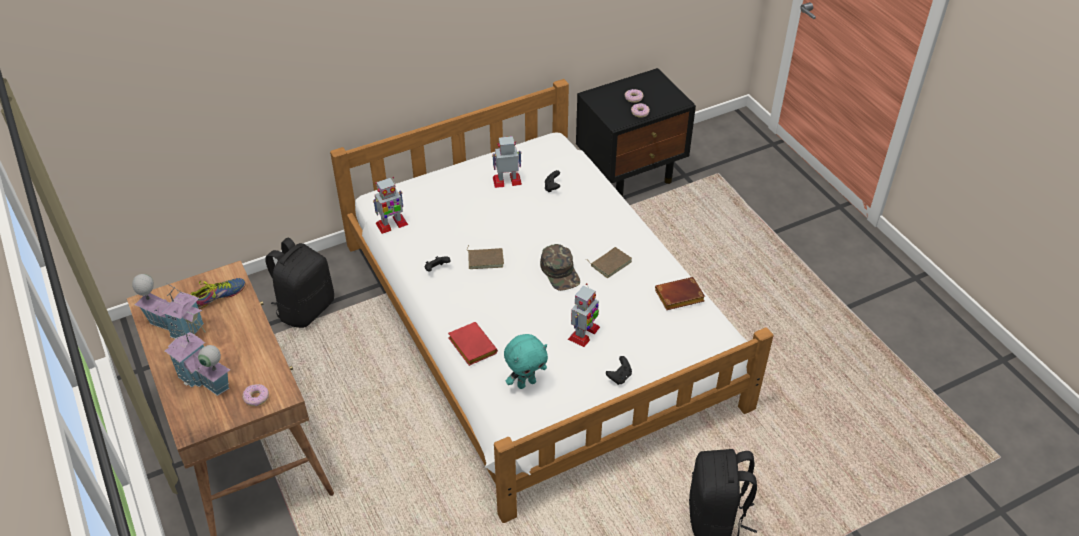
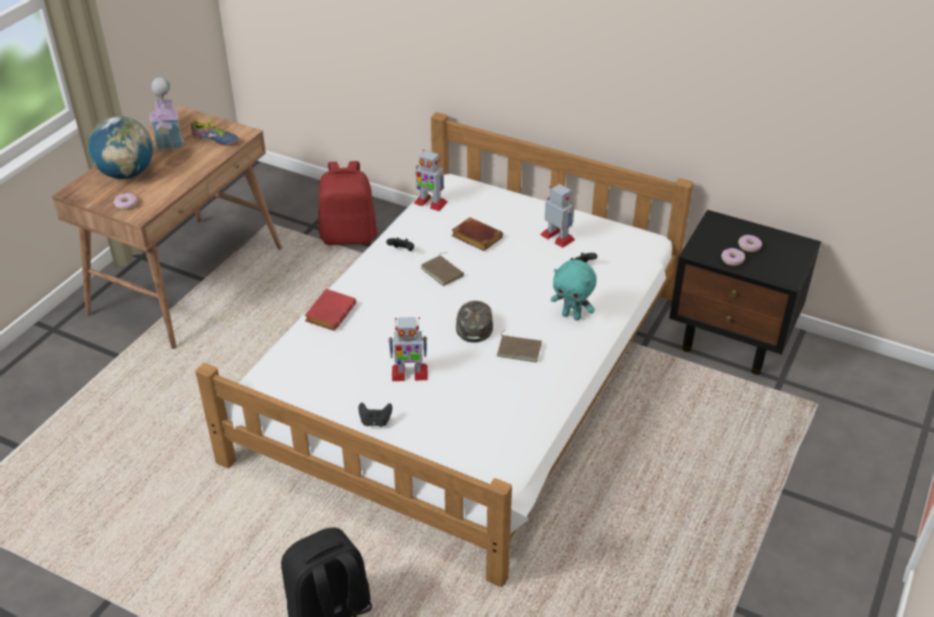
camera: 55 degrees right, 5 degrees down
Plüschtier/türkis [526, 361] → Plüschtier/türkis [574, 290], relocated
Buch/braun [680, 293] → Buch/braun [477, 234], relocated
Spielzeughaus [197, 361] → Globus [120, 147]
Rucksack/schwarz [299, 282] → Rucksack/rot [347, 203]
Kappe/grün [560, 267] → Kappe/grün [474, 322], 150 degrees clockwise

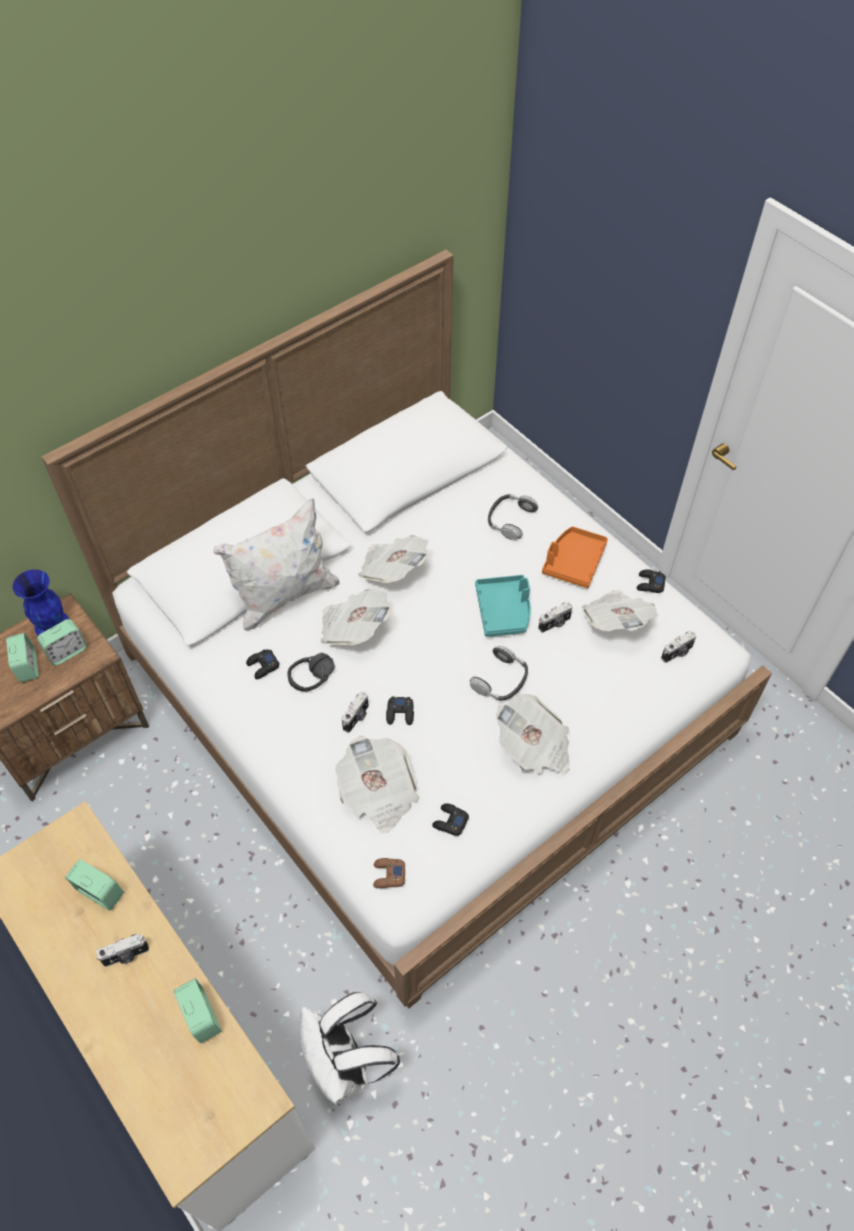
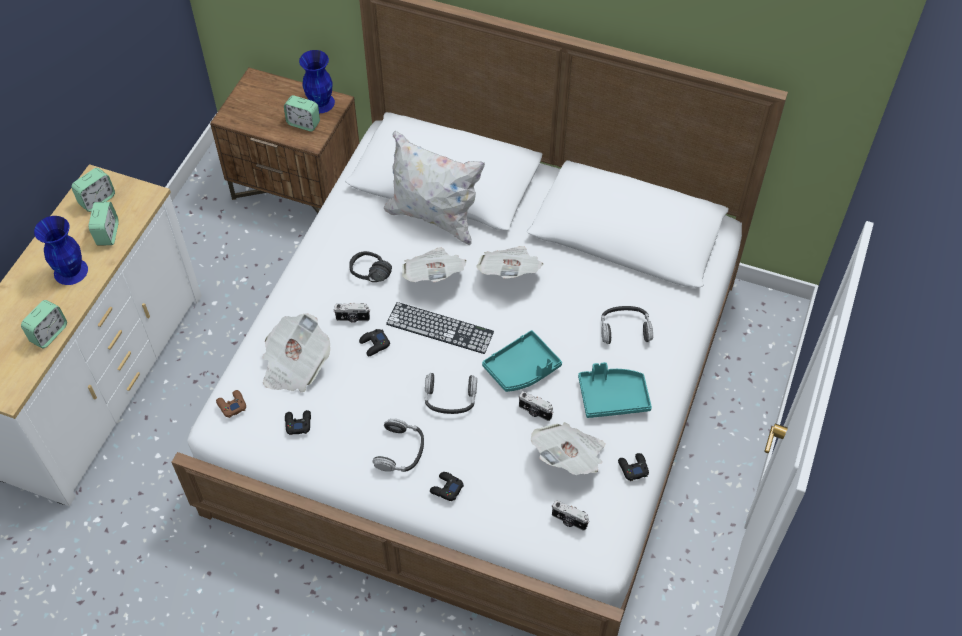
camera: 60 degrees right, 0 degrees up
Rucksack/weiß [350, 1049] → -
- → Tastatur [440, 328]
Wecker [22, 657] → Wecker [93, 190], relocated
Gamepad/schwarz [263, 664] → Gamepad/schwarz [447, 486], relocated
Kamera [122, 950] → Vase/blau [61, 250]
Zeitung [533, 733] → Kopfhörer [398, 445]
Tablett/orange [575, 557] → Tablett/türkis [615, 390]

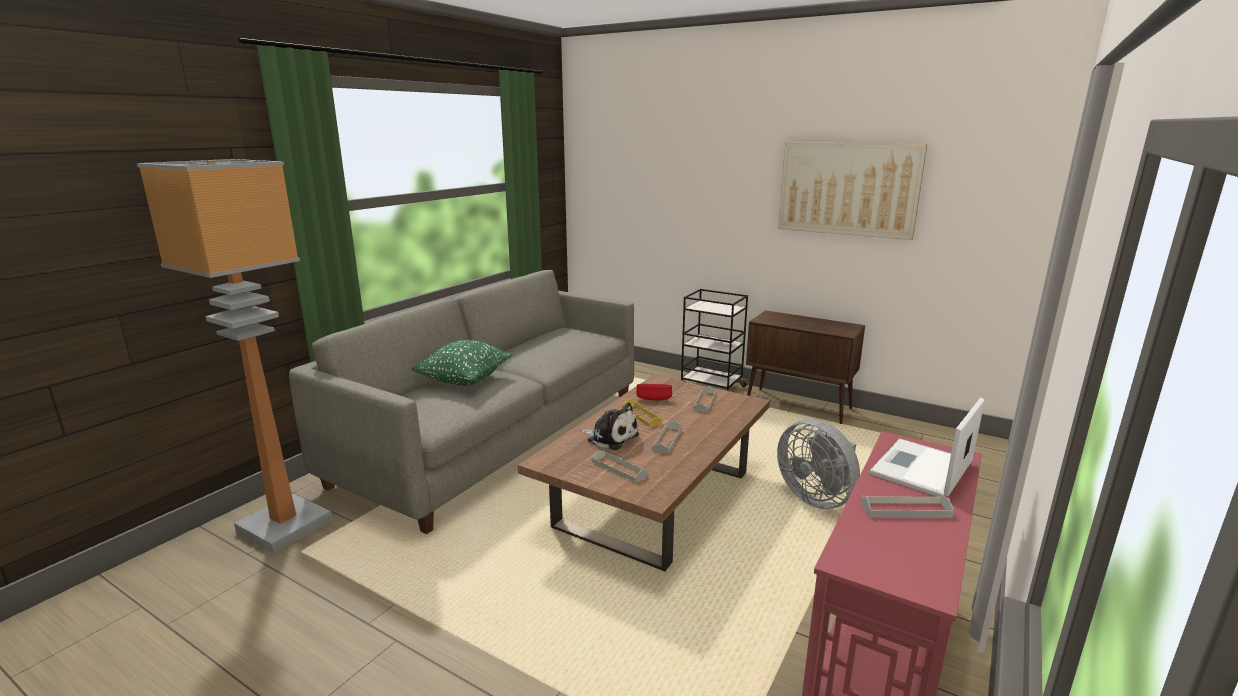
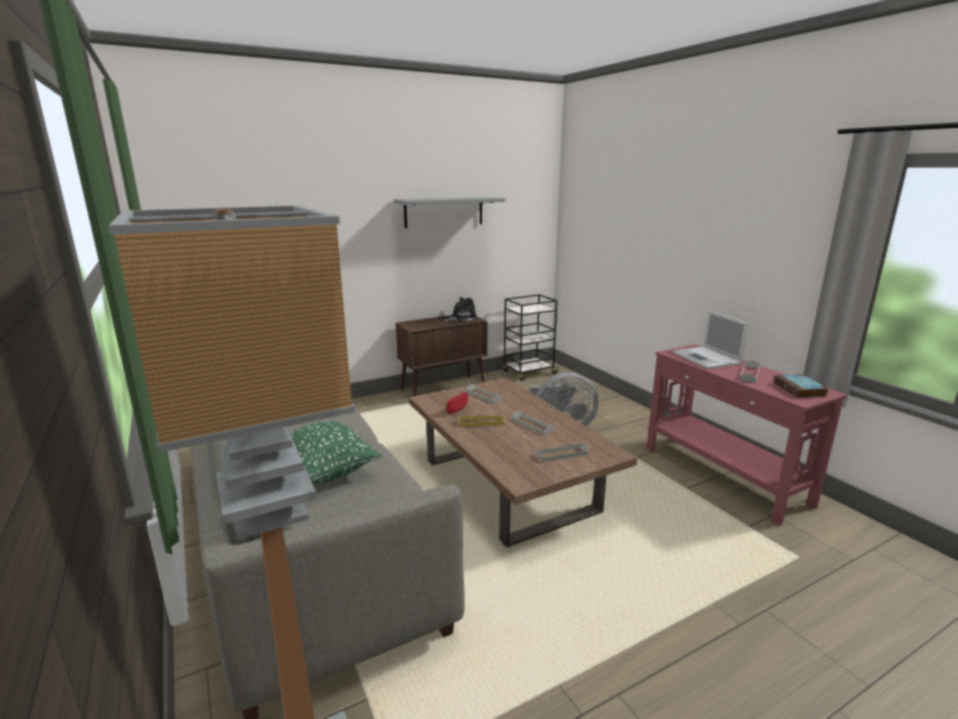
camera: 60 degrees left, 0 degrees up
- → Buch [800, 386]
Plüschtier [610, 426] → Plüschtier [461, 309], relocated
Rollwagen/schwarz [714, 340] → Rollwagen/schwarz [531, 337], relocated
Bild [852, 191] → Wandregal/grau [450, 212]

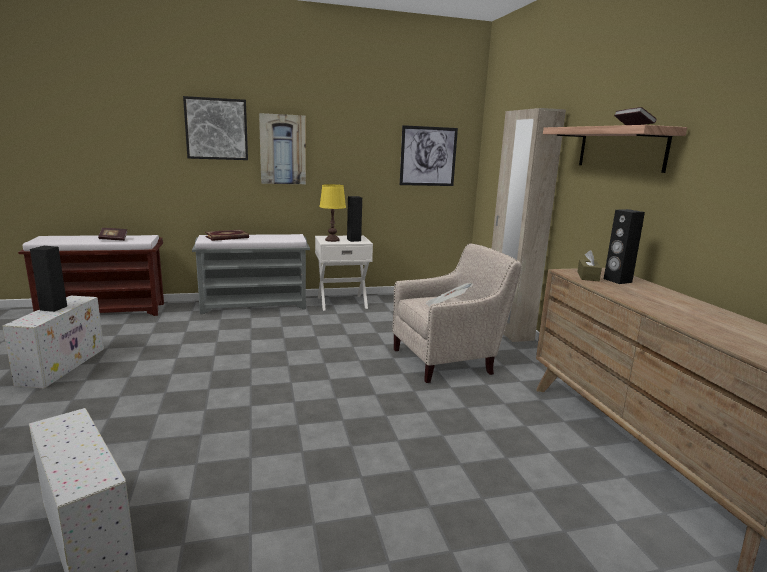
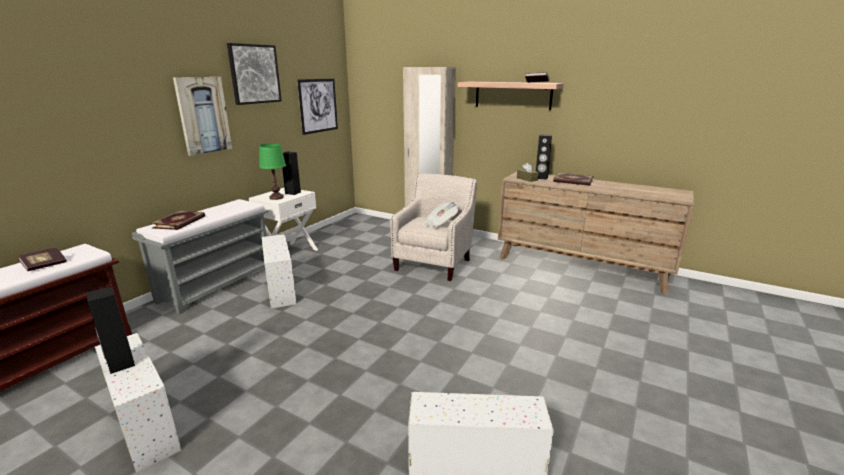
camera: 45 degrees left, 5 degrees up
- → Aufbewahrungsbox/weiß [279, 271]
- → Buch [573, 179]
Bild [215, 128] → Bild [254, 74], relocated
Tischlampe/gelb [332, 213] → Tischlampe/grün [272, 171]

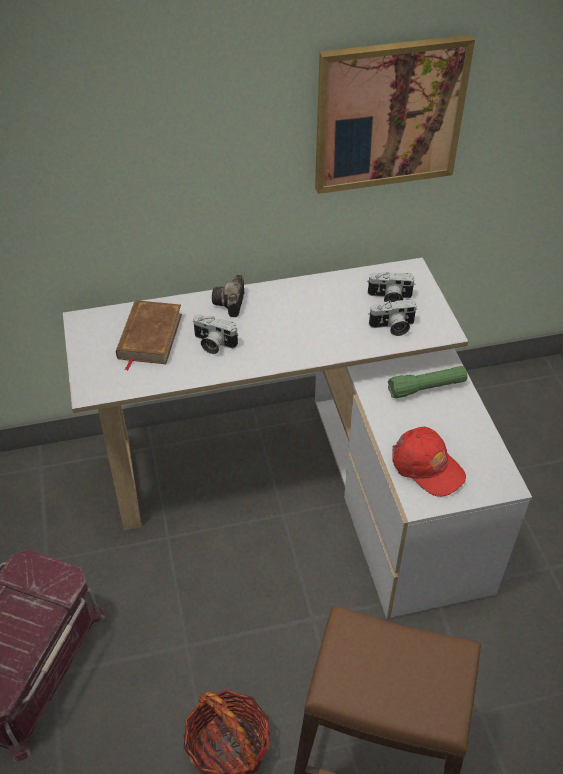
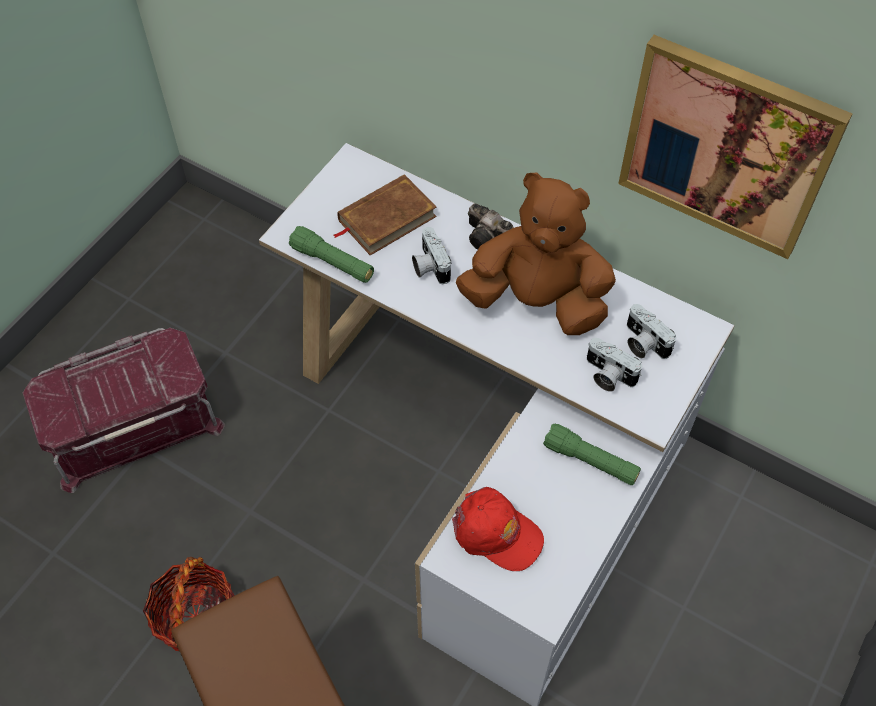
camera: 45 degrees right, 10 degrees up
- → Taschenlampe/grün [331, 254]
- → Plüschtier/braun [536, 254]
Kamera [228, 296] → Kamera [491, 226], 105 degrees counterclockwise
Kappe/rot [429, 462] → Kappe/rot [498, 529], 60 degrees counterclockwise

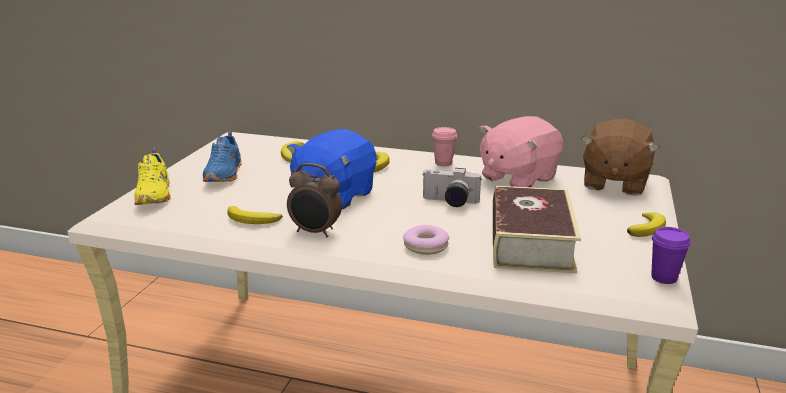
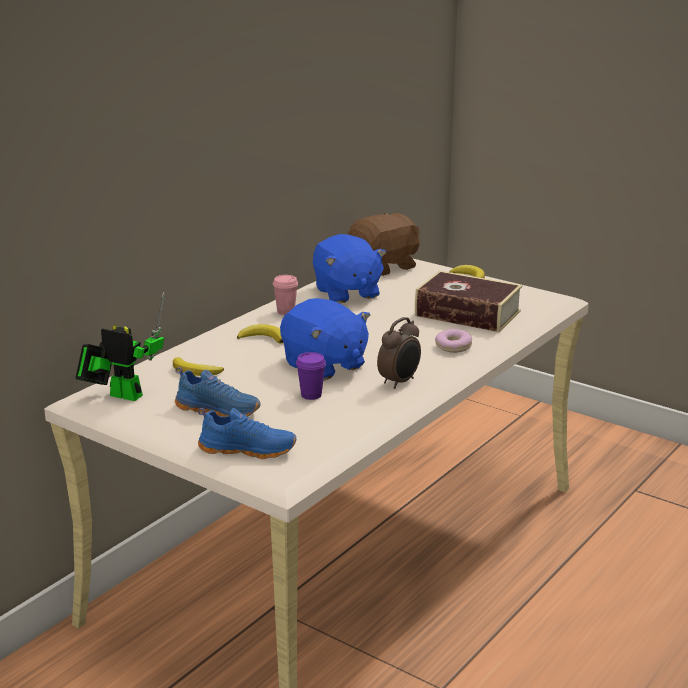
camera: 70 degrees left, 0 degrees up
Banane [255, 215] → -
Kamera [452, 187] → -
- → Spielzeugroboter [120, 346]
Tasse/lila [671, 255] → Tasse/lila [311, 376], relocated
Schuh/gelb [152, 176] → Schuh/blau [247, 433]
Plüschtier/rosa [521, 151] → Plüschtier/blau [349, 268]
Plüschtier/braun [620, 157] → Plüschtier/braun [384, 244], 75 degrees counterclockwise

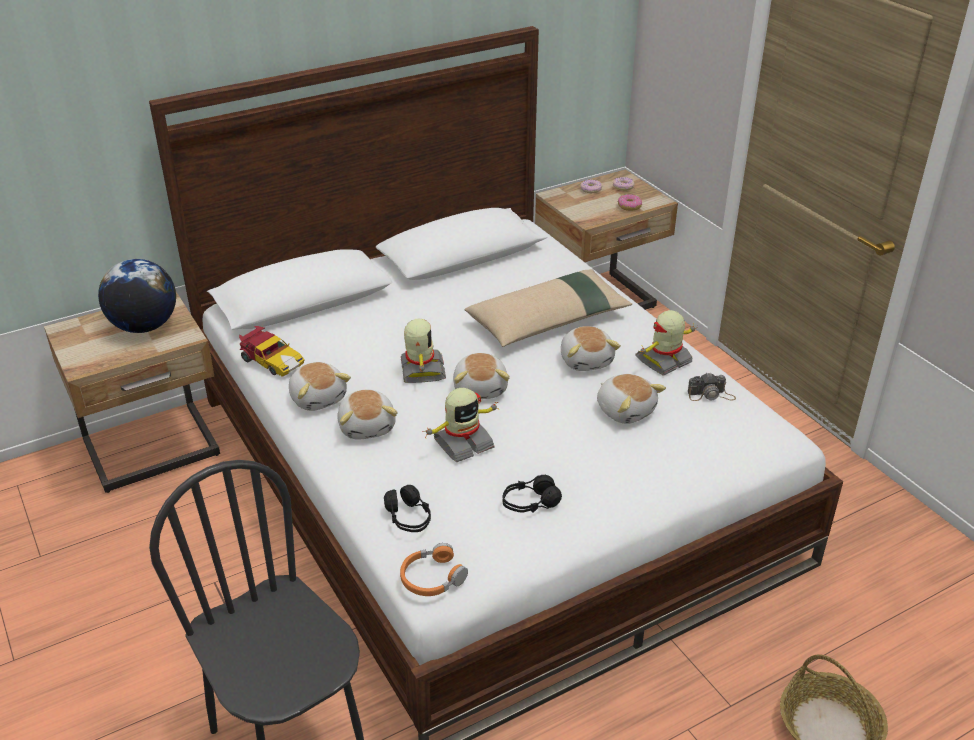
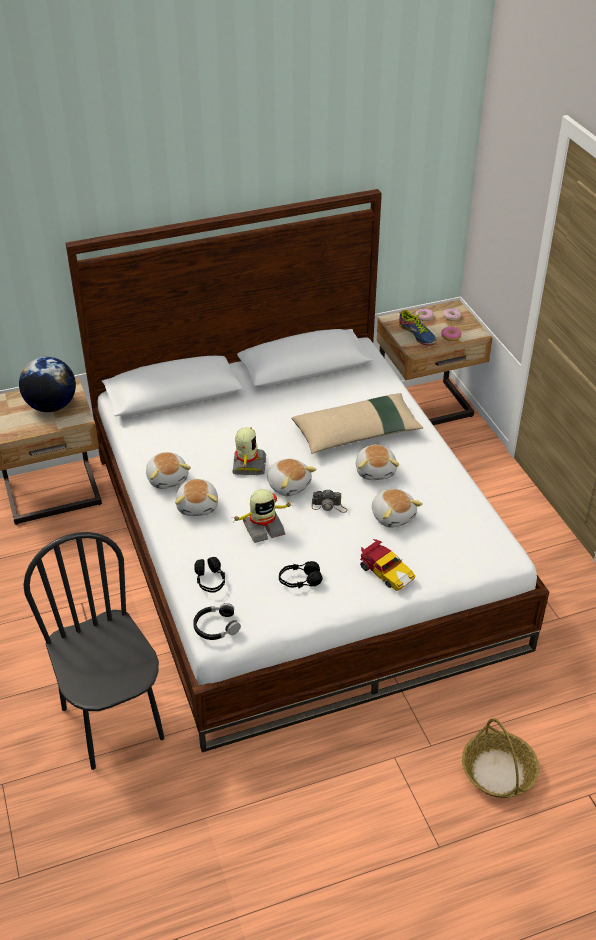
camera: 10 degrees right, 5 degrees up
Spielzeugroboter [666, 343] → -
- → Schuh [418, 328]
Spielzeugauto [272, 351] → Spielzeugauto [388, 565], relocated
Kamera [711, 386] → Kamera [329, 501], relocated
Kopfhörer/orange [434, 569] → Kopfhörer/schwarz [217, 621]
Plüschtier [481, 376] → Plüschtier [291, 477], 45 degrees counterclockwise

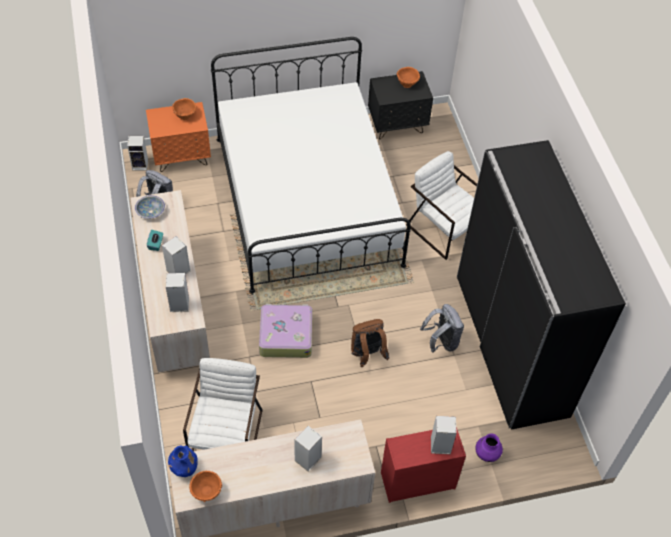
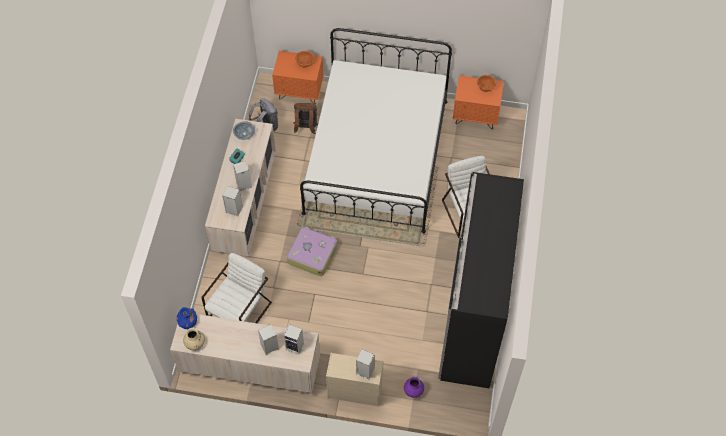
camera: 25 degrees right, 5 degrees up
Rucksack/grau [442, 328] → -
Lautsprecher [137, 153] → Lautsprecher [294, 339], relocated
Rucksack/braun [370, 343] → Rucksack/braun [305, 118], relocated
Schüssel/orange [205, 486] → Vase/beige [194, 339]
Nachttisch/schwarz [400, 105] → Nachttisch/orange [478, 102]
Kommode/rot [423, 465] → Kommode/beige [354, 380]

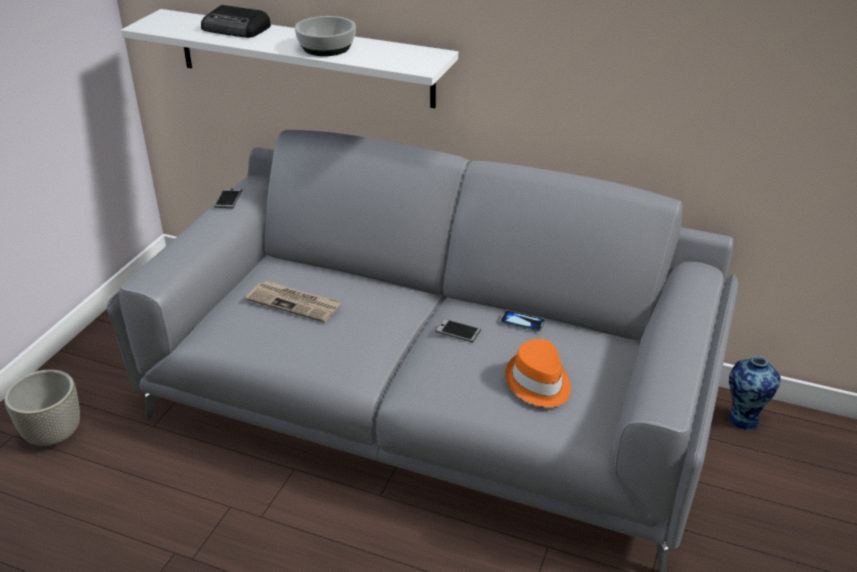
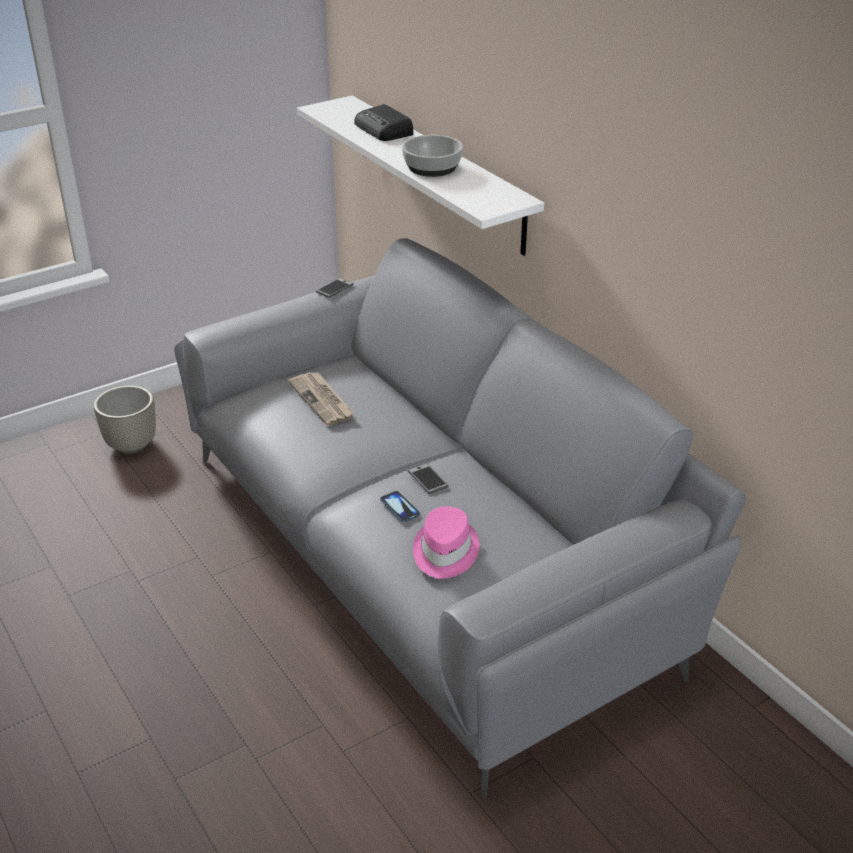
camera: 35 degrees right, 0 degrees up
Vase [755, 393] → -
Handy [523, 321] → Handy [400, 506], relocated
Hut/orange [538, 373] → Hut/rosa [446, 543]

